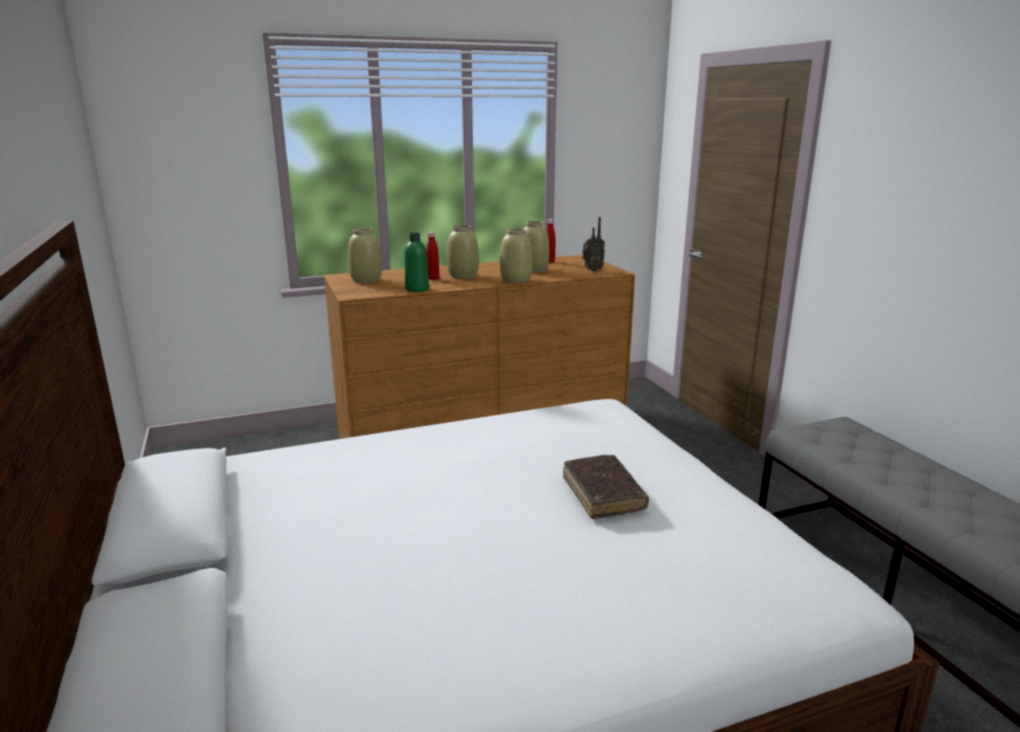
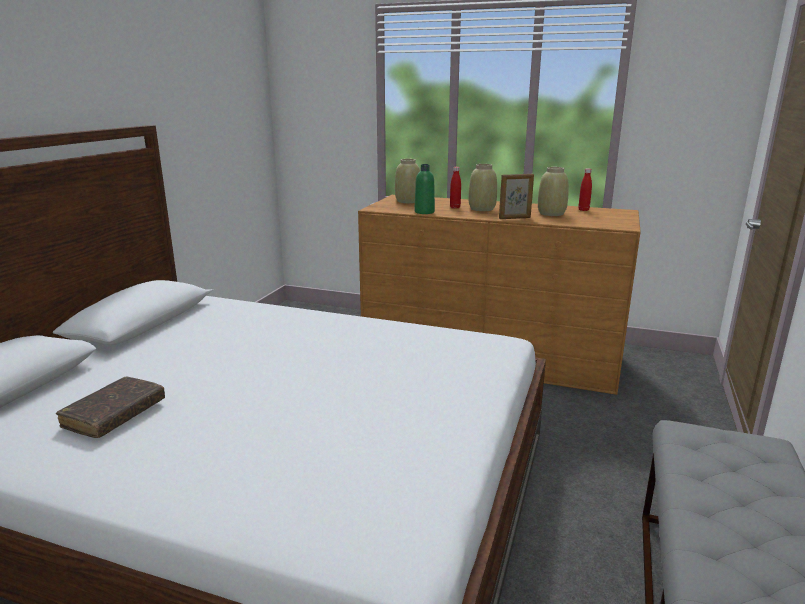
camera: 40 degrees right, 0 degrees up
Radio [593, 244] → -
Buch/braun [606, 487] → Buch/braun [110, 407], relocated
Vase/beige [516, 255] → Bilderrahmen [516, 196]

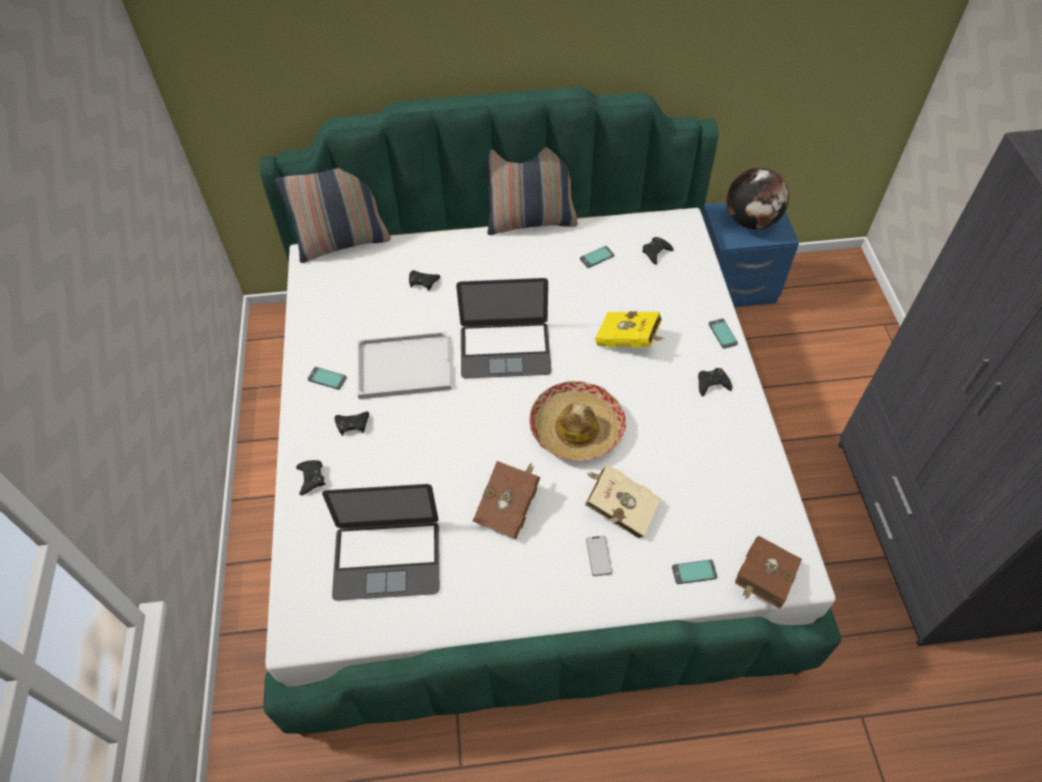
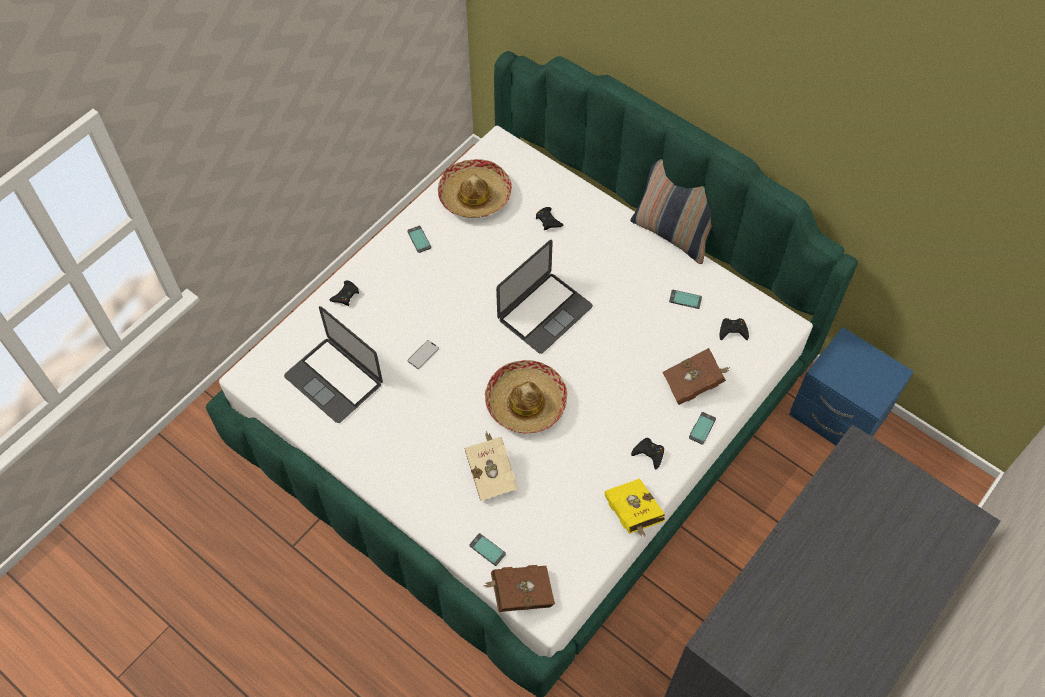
camera: 45 degrees right, 5 degrees up
Kissen [333, 215] → -
Gamepad/schwarz [352, 423] → -
Tablett/weiß [404, 365] → -
Globus [758, 198] → -
- → Hut [475, 188]
Buch/braun [506, 500] → Buch/braun [696, 376], relocated
Handy [599, 556] → Handy [423, 354], relocated
Buch/gelb [629, 329] → Buch/gelb [635, 507], relocated
Laptop [504, 328] → Laptop [544, 297], 90 degrees counterclockwise

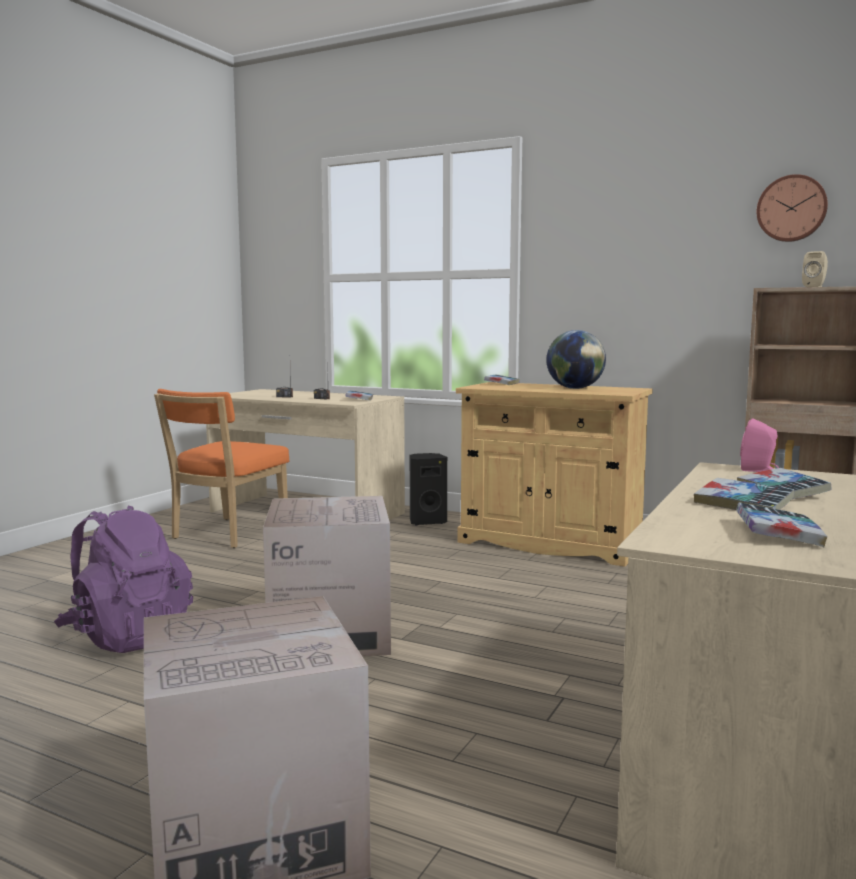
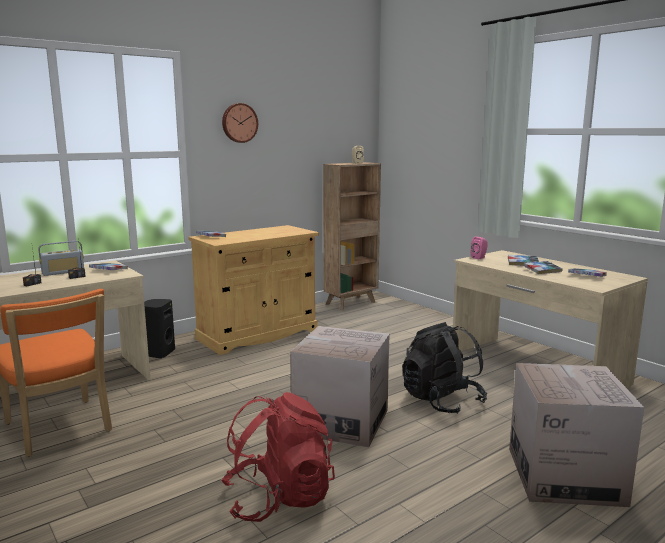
camera: 65 degrees left, 5 degrees up
Globus [576, 359] → -
- → Radio [61, 258]
- → Rucksack/schwarz [444, 368]
Wanduhr [792, 208] → Wanduhr [240, 123], relocated
Rucksack/lila [123, 579] → Rucksack/rot [278, 457]

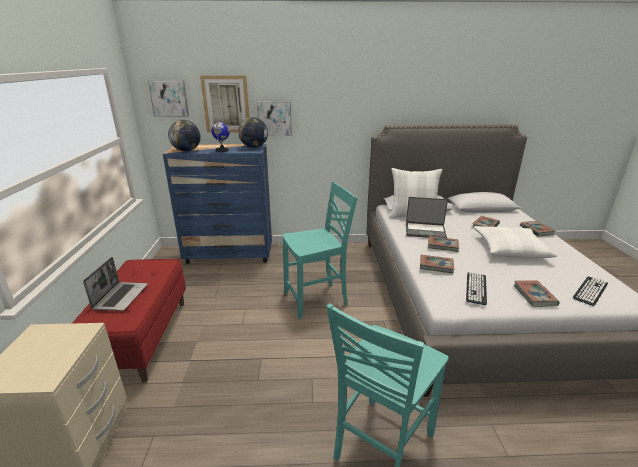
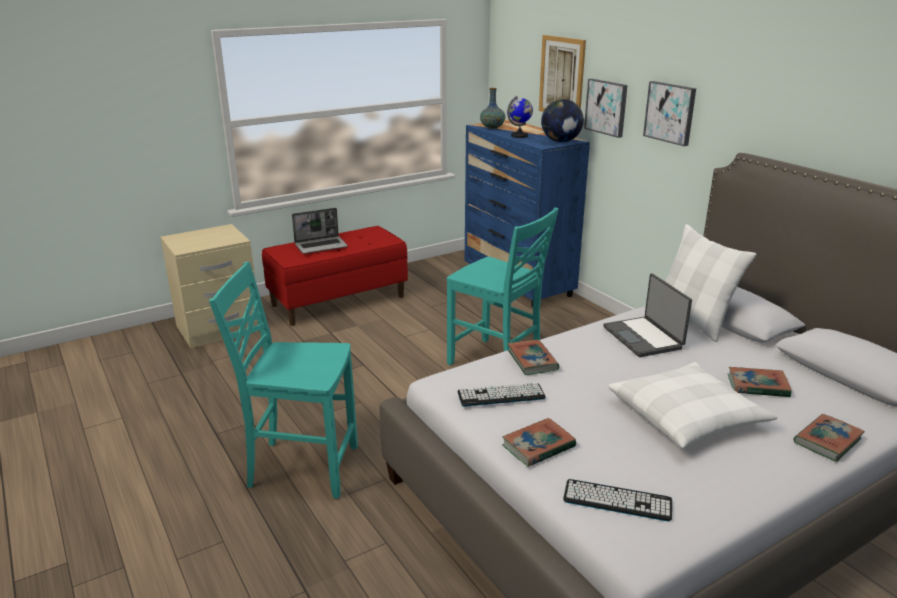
camera: 60 degrees right, 0 degrees up
Buch [443, 244] → -
Bild [168, 98] → Bild [669, 113], relocated
Globus [184, 135] → Vase [492, 108]

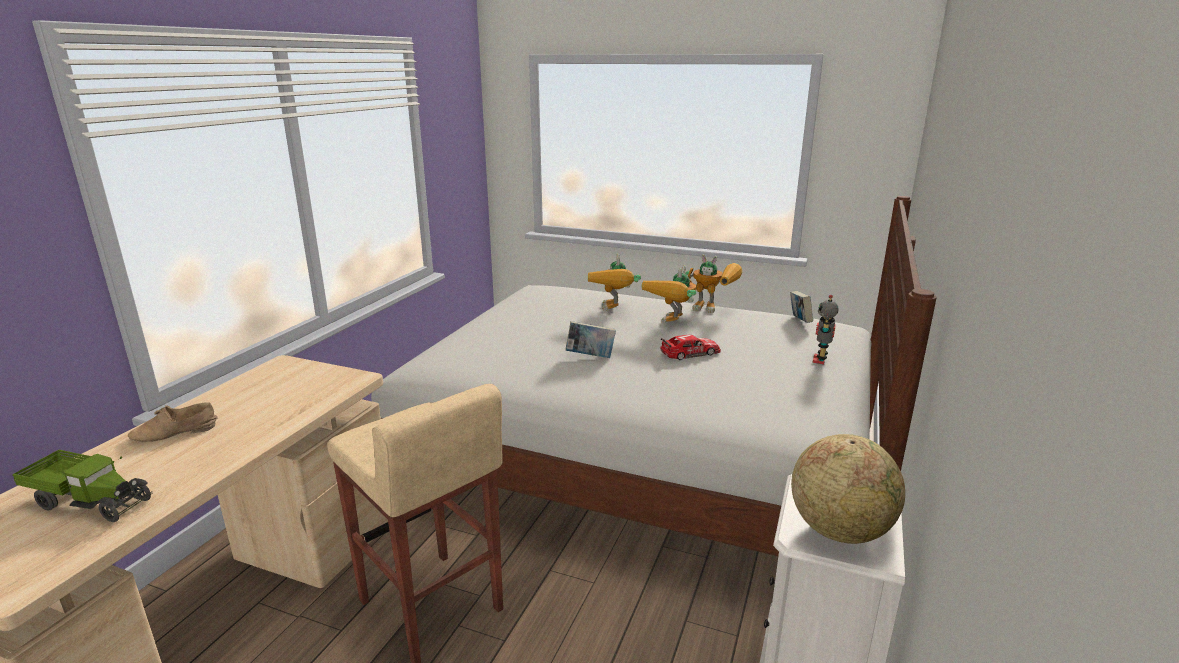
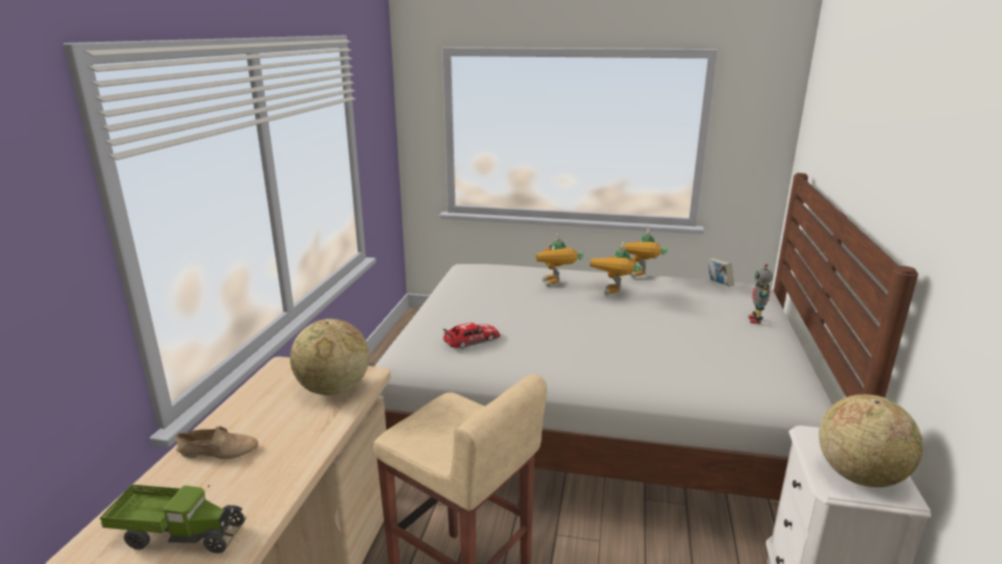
camera: 10 degrees left, 0 degrees up
Buch [591, 339] → -
- → Globus [329, 357]
Spielzeugauto [690, 347] → Spielzeugauto [471, 336], relocated
Schuh/beige [173, 422] → Schuh/beige [217, 442], 150 degrees counterclockwise
Spielzeugroboter [713, 284] → Spielzeugroboter [644, 253], 90 degrees clockwise

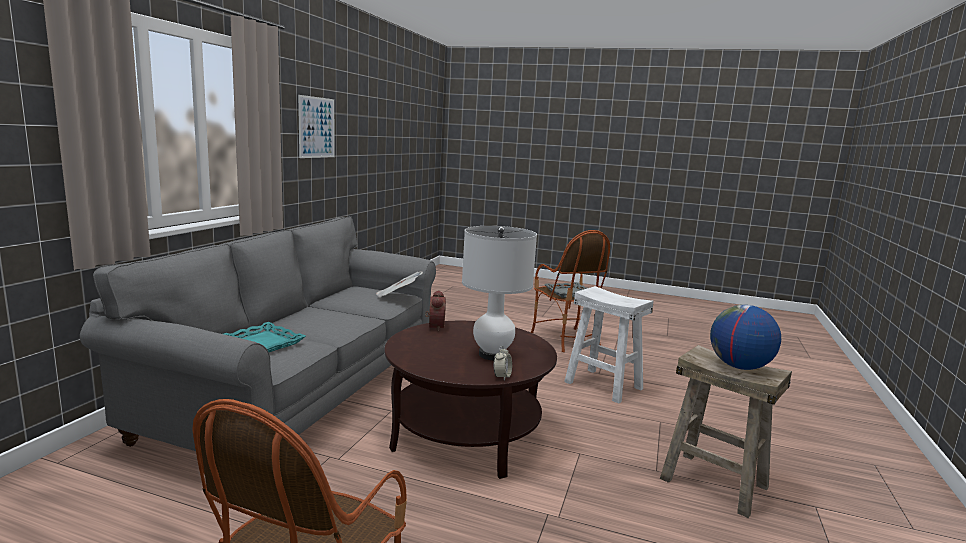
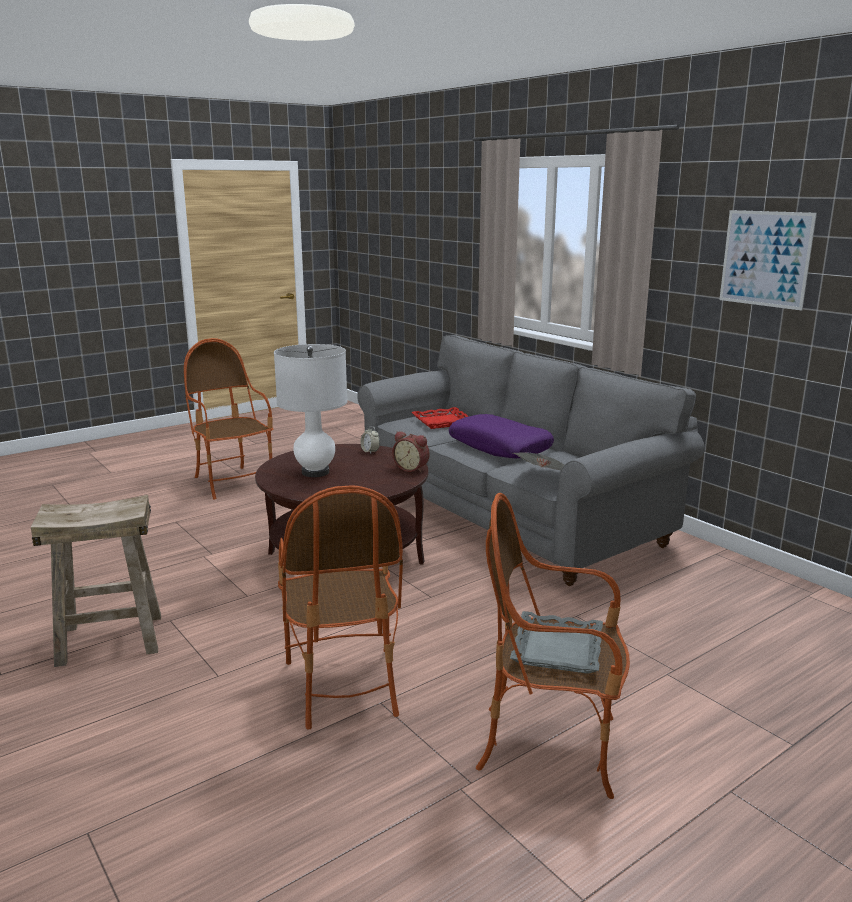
camera: 125 degrees right, 5 degrees up
Globus [745, 337] → -
- → Kissen/lila [501, 436]
Wecker [503, 363] → Wecker [370, 440], relocated
Hocker/weiß [609, 345] → Sessel [340, 607]
Tablett/türkis [265, 337] → Tablett/rot [440, 418]

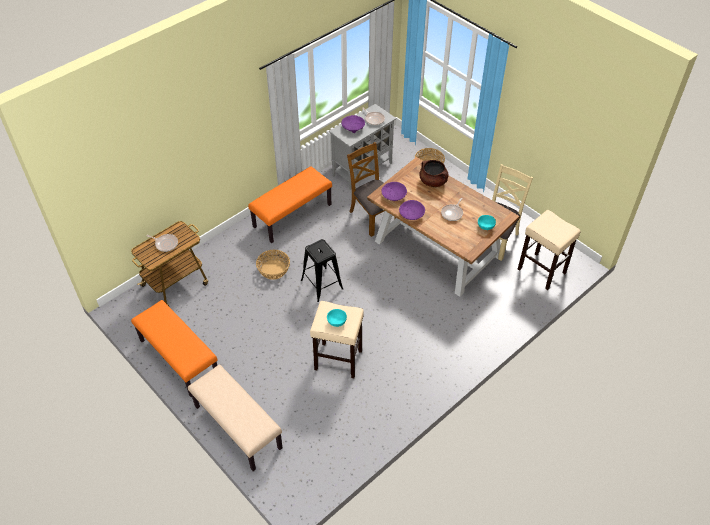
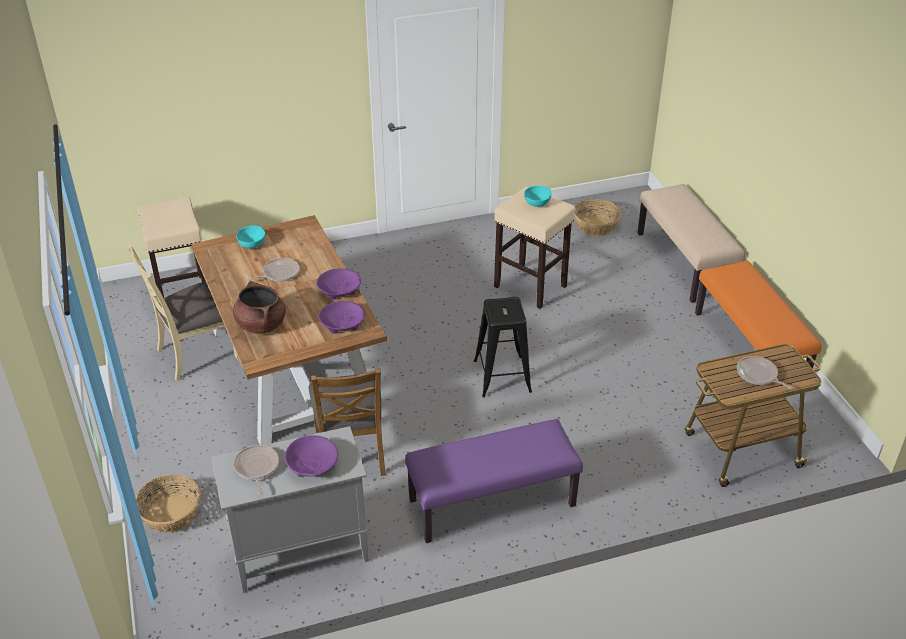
camera: 155 degrees left, 10 degrees down
Korb [273, 265] → Korb [598, 217], relocated
Bank/orange [290, 204] → Bank/lila [494, 481]

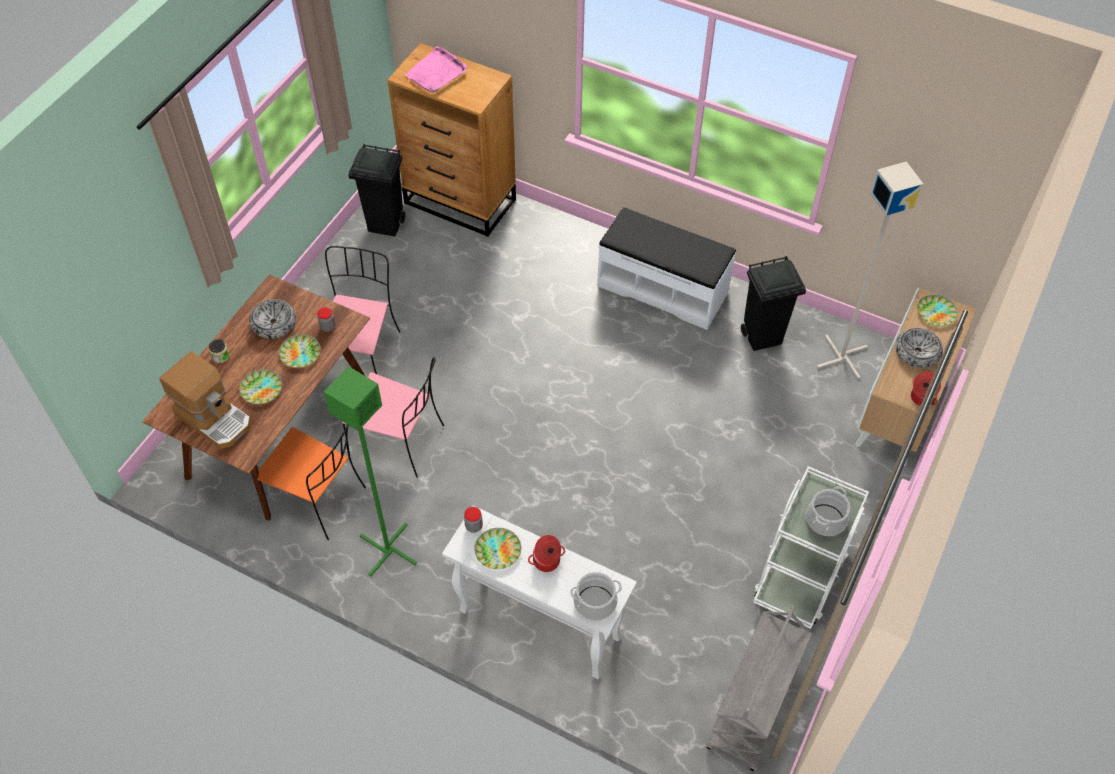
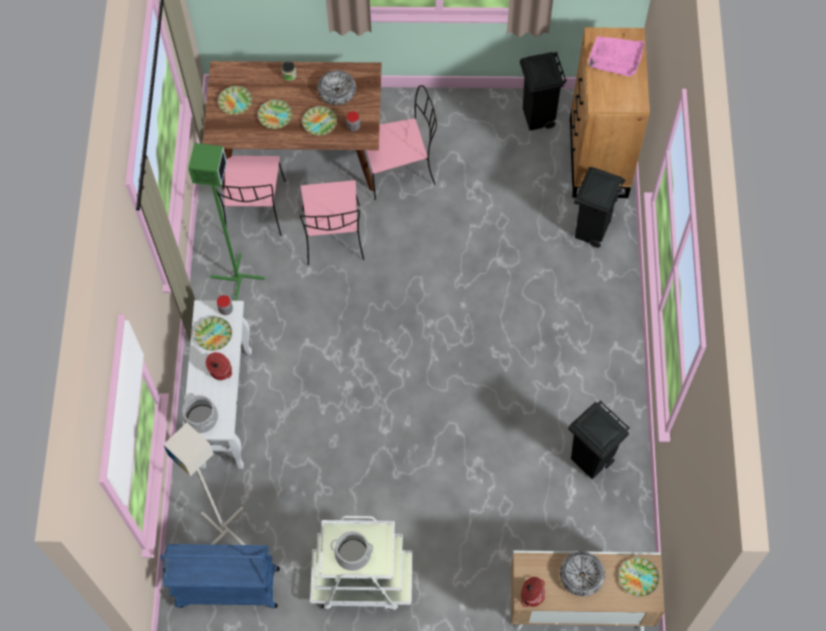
camera: 65 degrees right, 10 degrees up
Bank/weiß [666, 268] → -
- → Mülleimer/schwarz [600, 207]
Stehlampe/grau [869, 270] → Stehlampe/grau [204, 484], relocated
Kaffeemaschine [205, 400] → Teller [235, 100]
Stuhl/orange [311, 482] → Stuhl/rosa [251, 196]
Rollwagen/grau [759, 688] → Rollwagen/blau [220, 576]

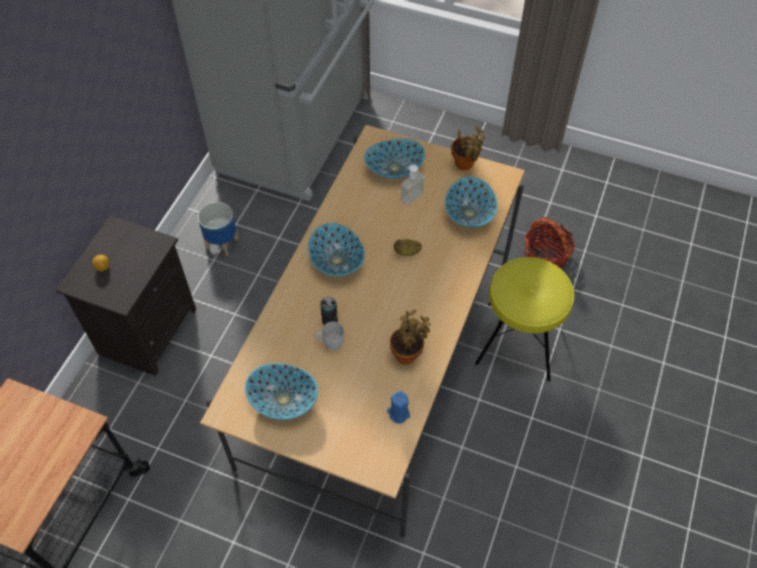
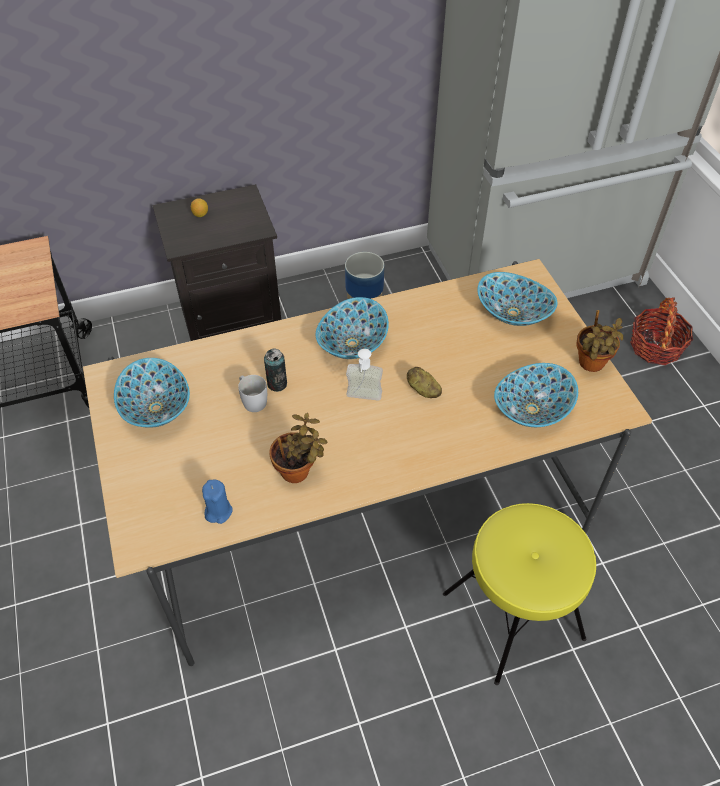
camera: 50 degrees right, 5 degrees down
Seifenspender [412, 184] → Seifenspender [364, 375], relocated
Korb [550, 242] → Korb [661, 331], relocated

